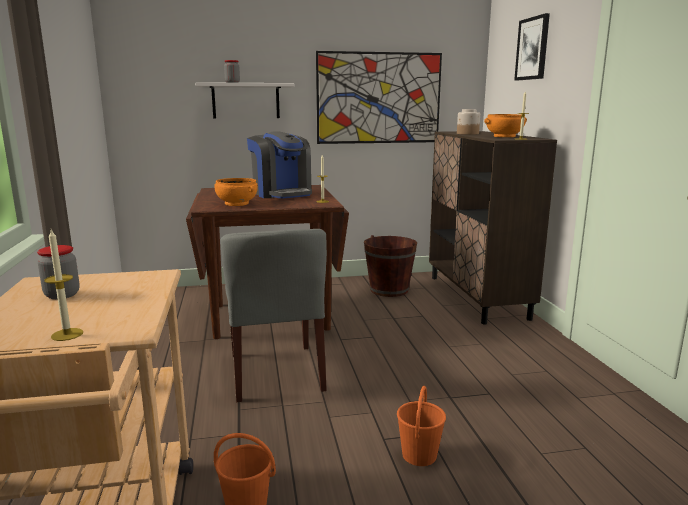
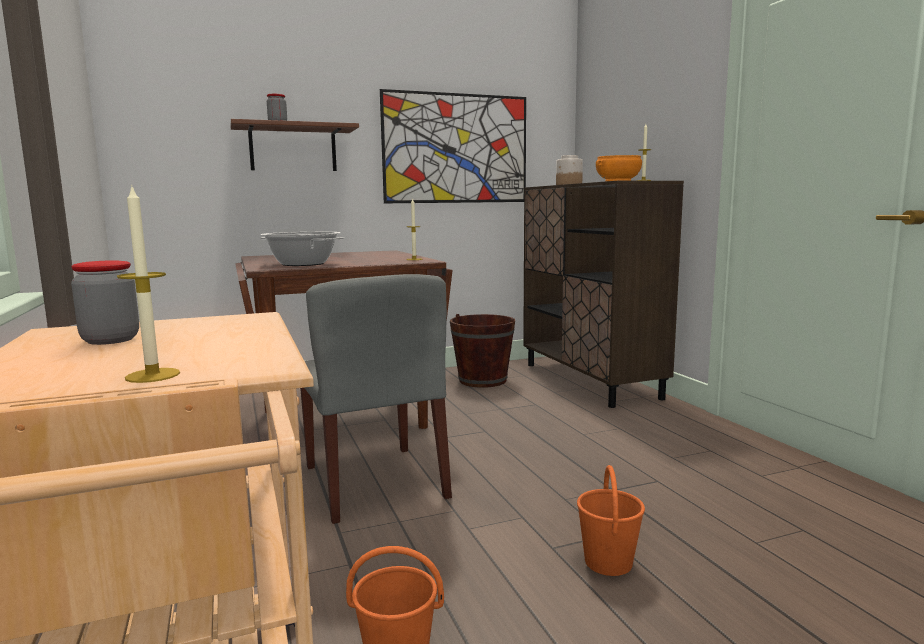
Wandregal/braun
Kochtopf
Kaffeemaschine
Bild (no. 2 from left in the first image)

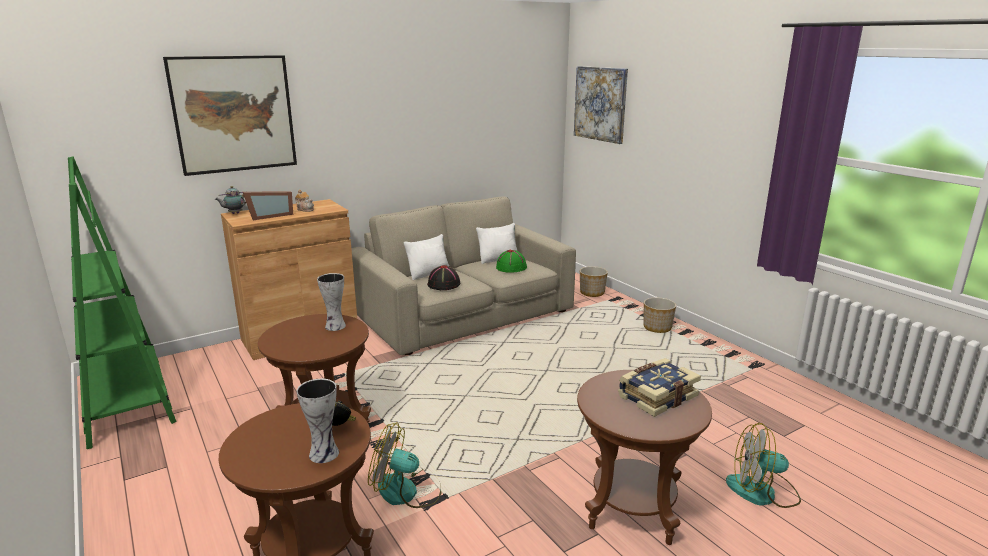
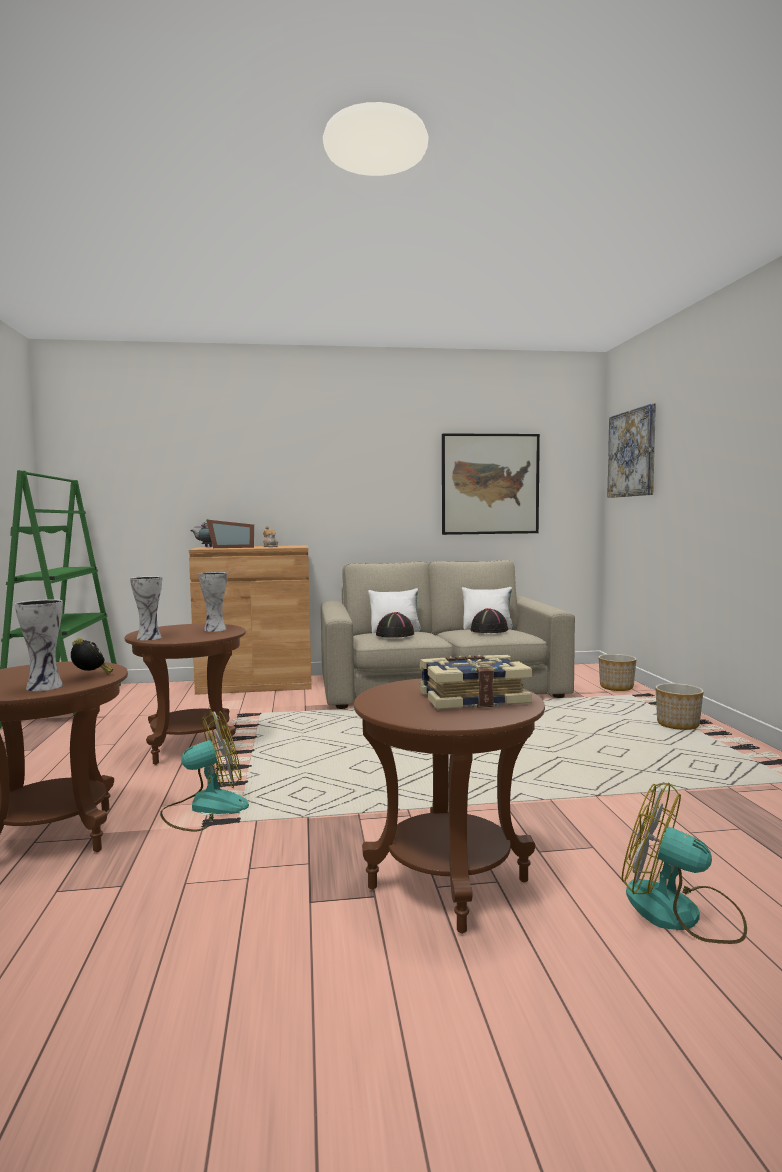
Vase (no. 2 from left)
Ventilator (no. 1 from left)
Bild (no. 1 from left)
Hut/schwarz (no. 2 from left)

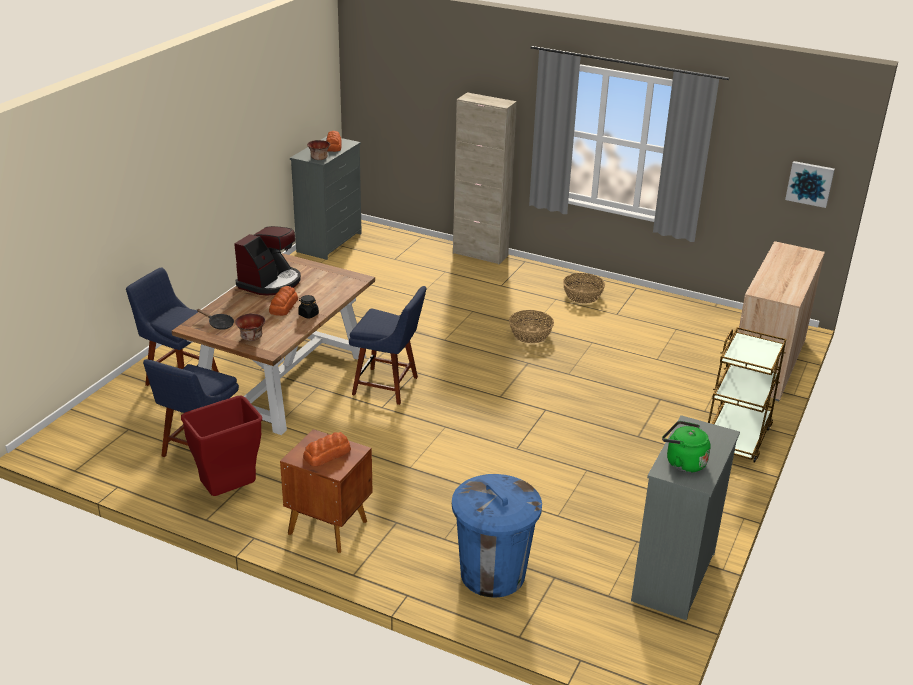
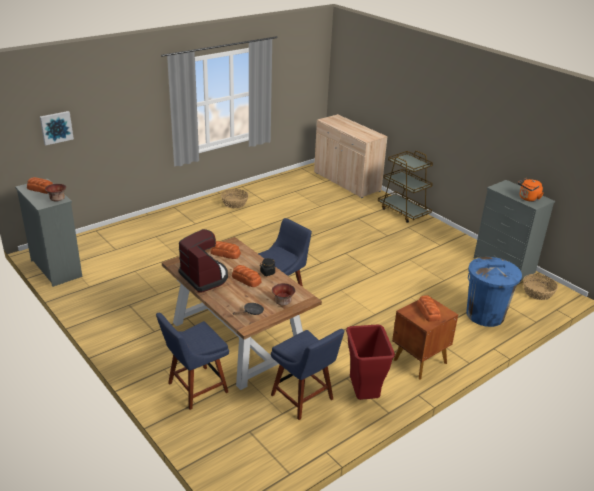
Bild
Brot (no. 2 from left)
Wasserkessel/orange
Korb (no. 2 from left)
Schrank/beige (no. 1 from left in the first image)

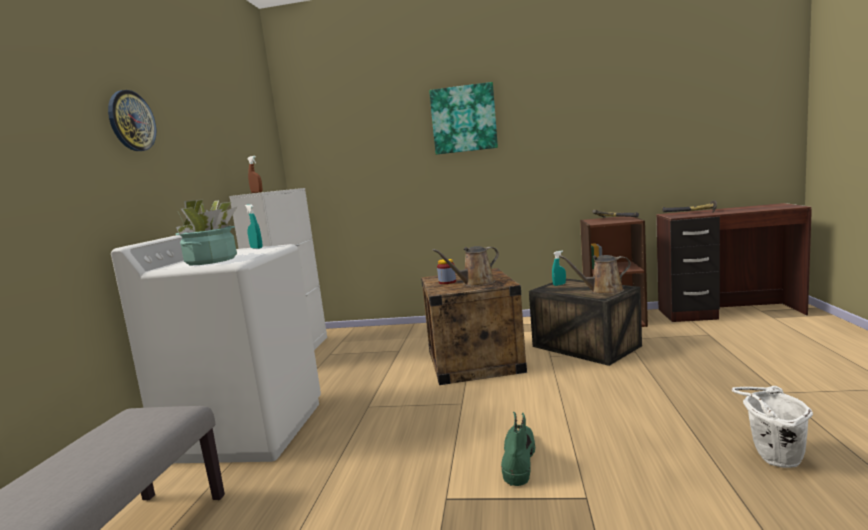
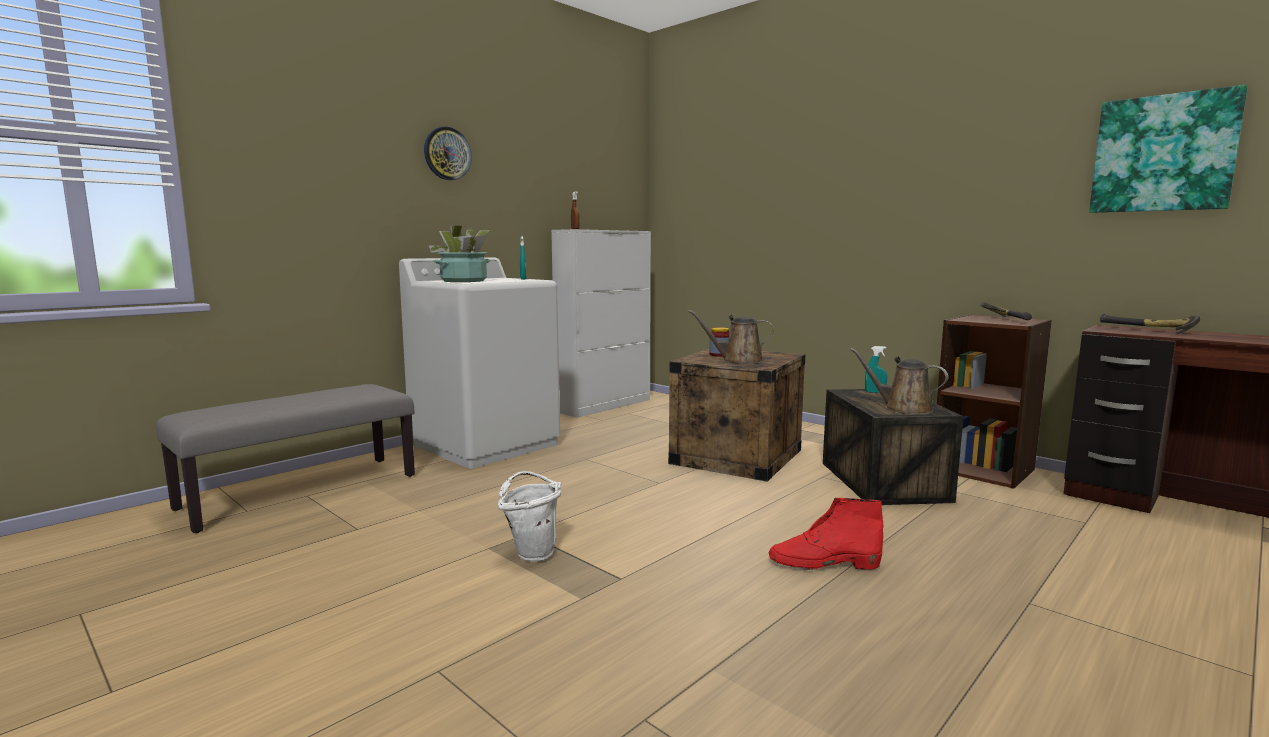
Eimer/weiß
Stiefel/rot
Bild
Stiefel/grün

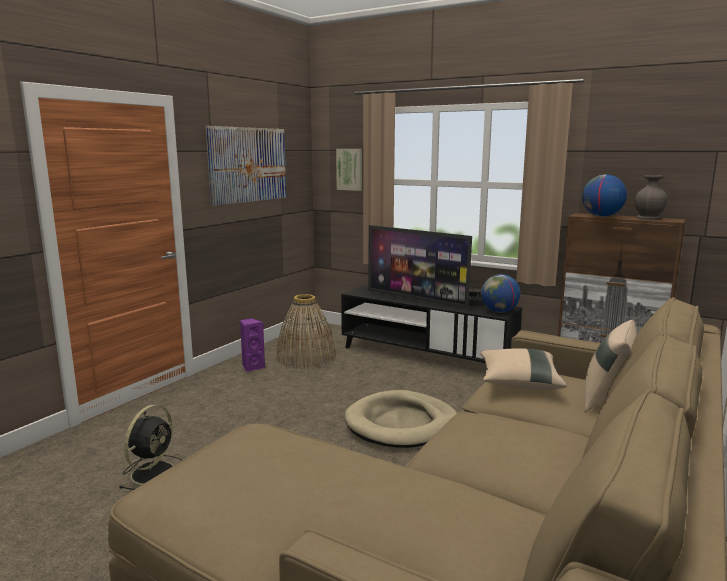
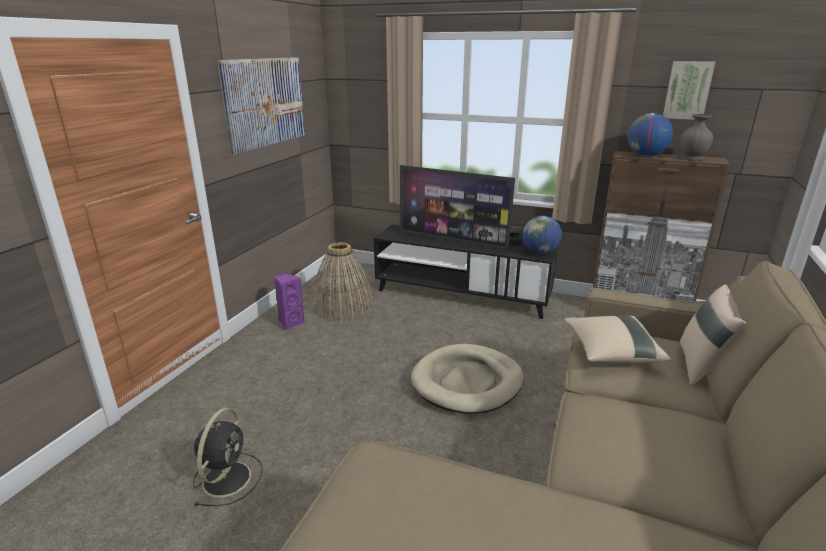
Bild (no. 2 from left)

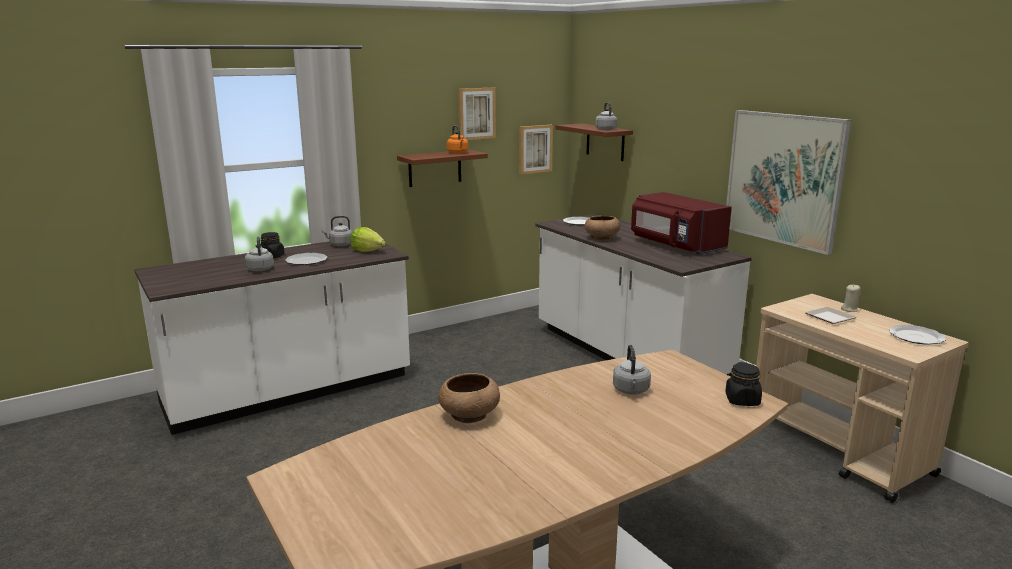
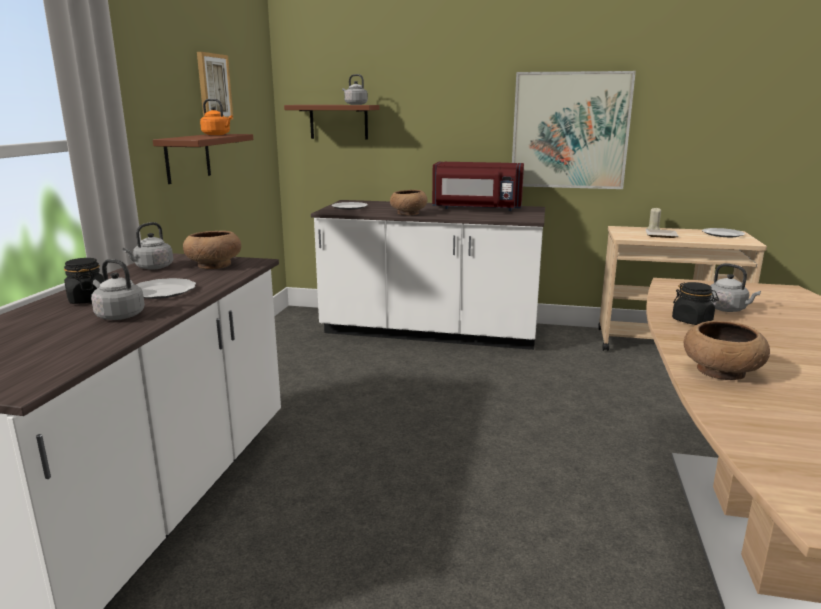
Schüssel/braun (no. 1 from left)
Vorratsglas/schwarz (no. 2 from left)
Bild (no. 2 from left in the first image)

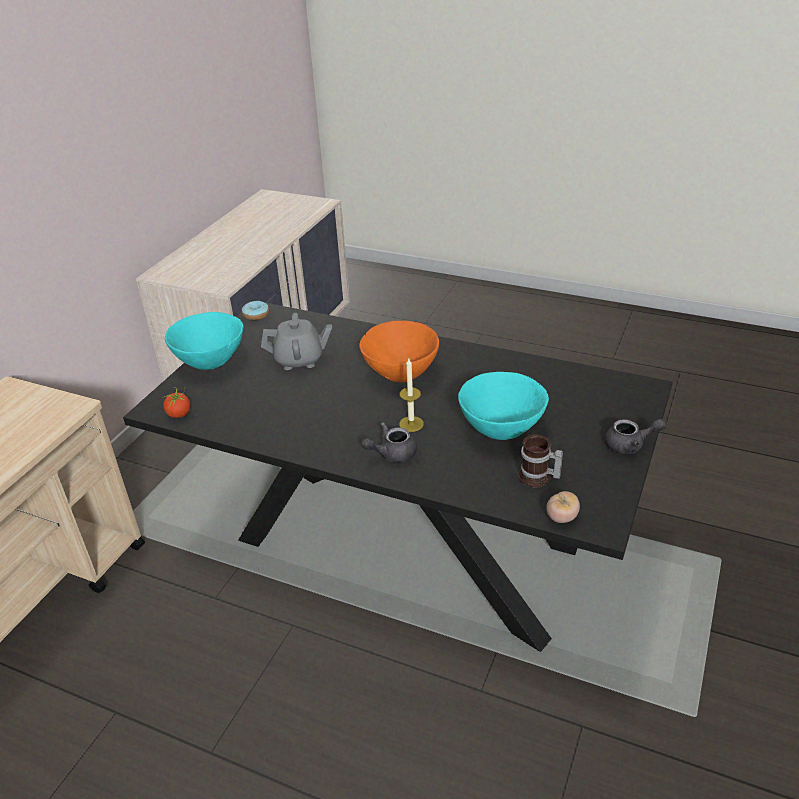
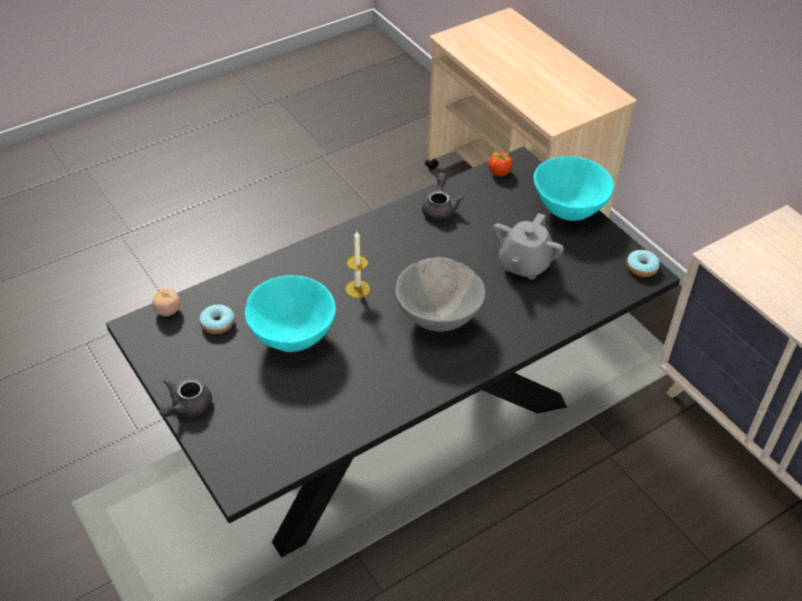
Donut (no. 1 from left)
Schüssel/grau
Teekanne/grau (no. 2 from left)

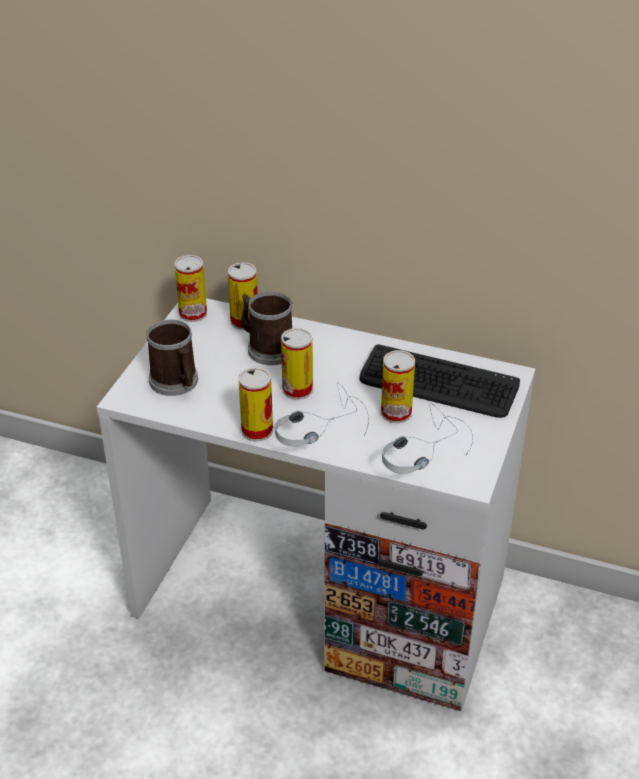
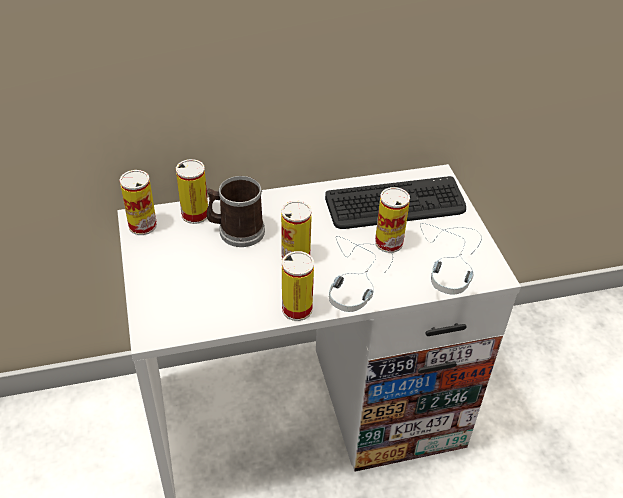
Henkelbecher (no. 1 from left in the first image)

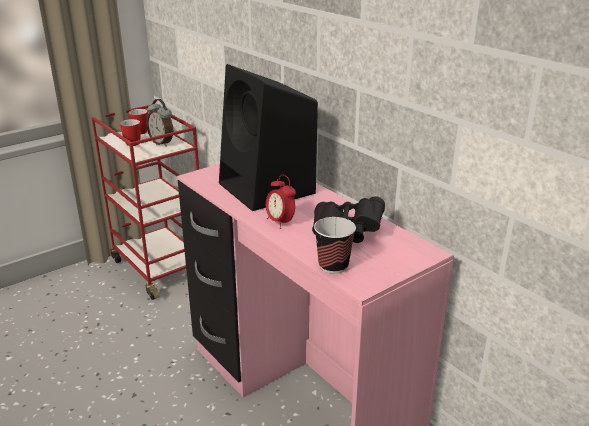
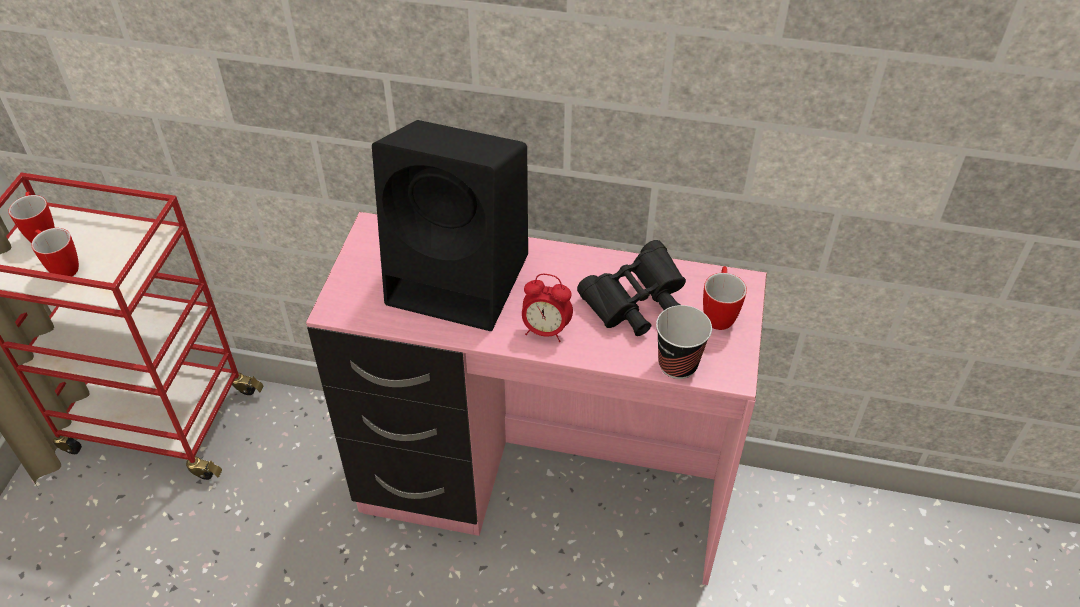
Henkelbecher (no. 3 from left)
Wecker (no. 1 from left in the first image)

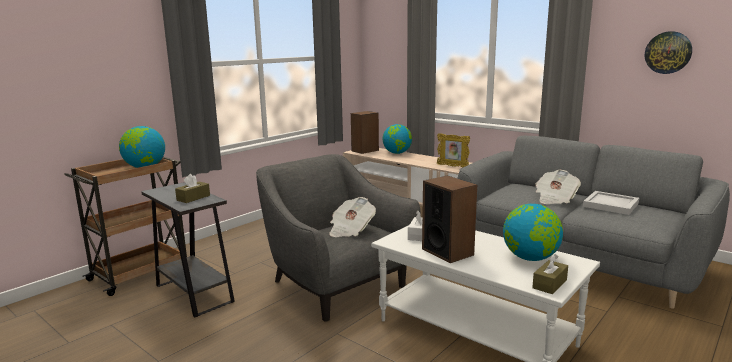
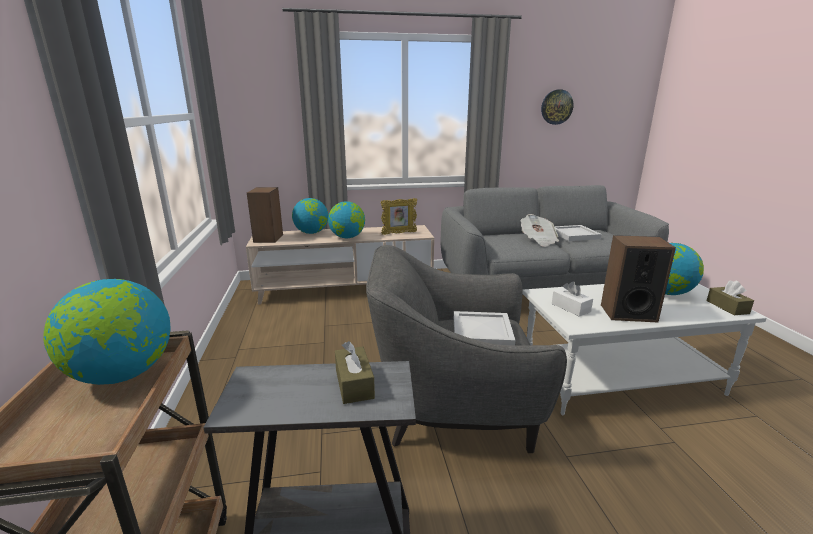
Globus (no. 3 from left)
Tablett/weiß (no. 1 from left)

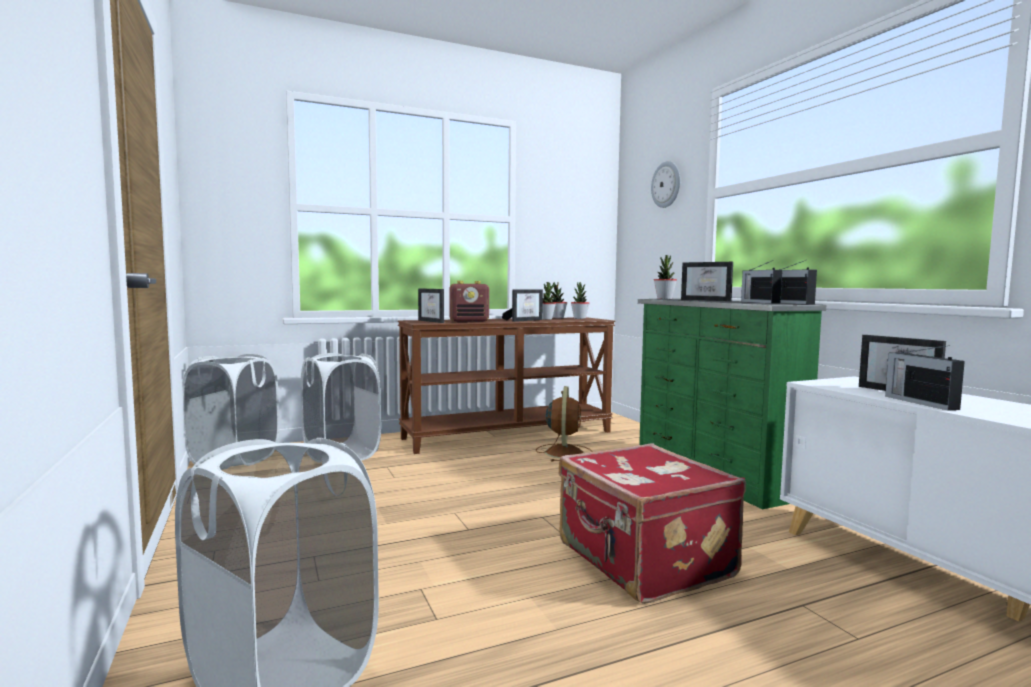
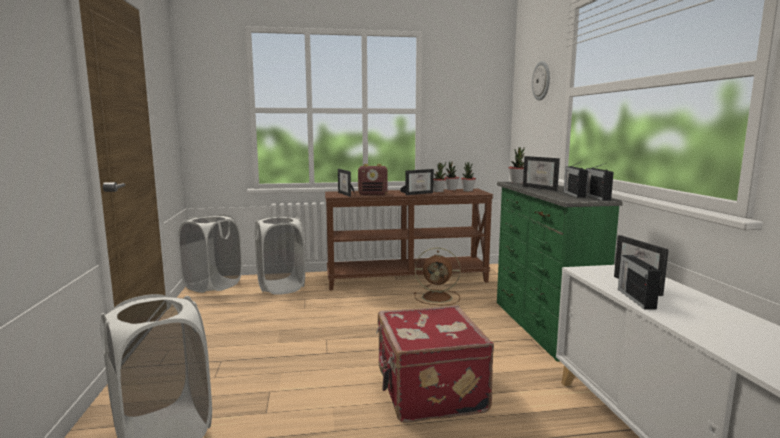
Ventilator/braun

